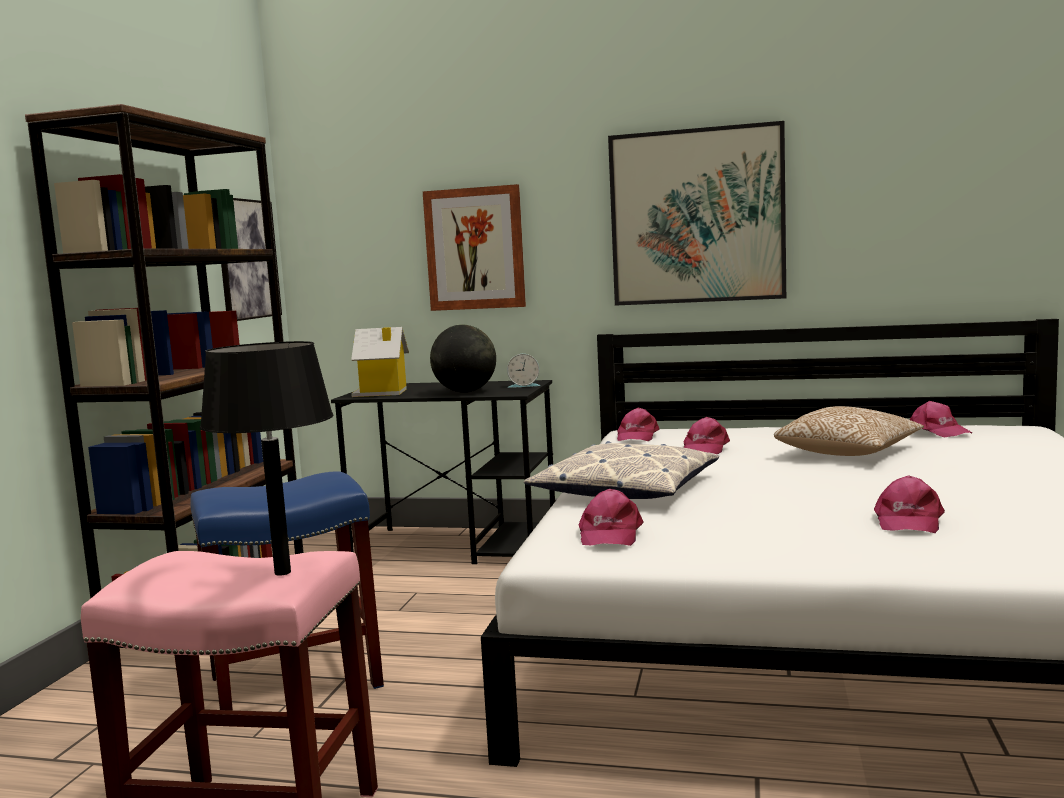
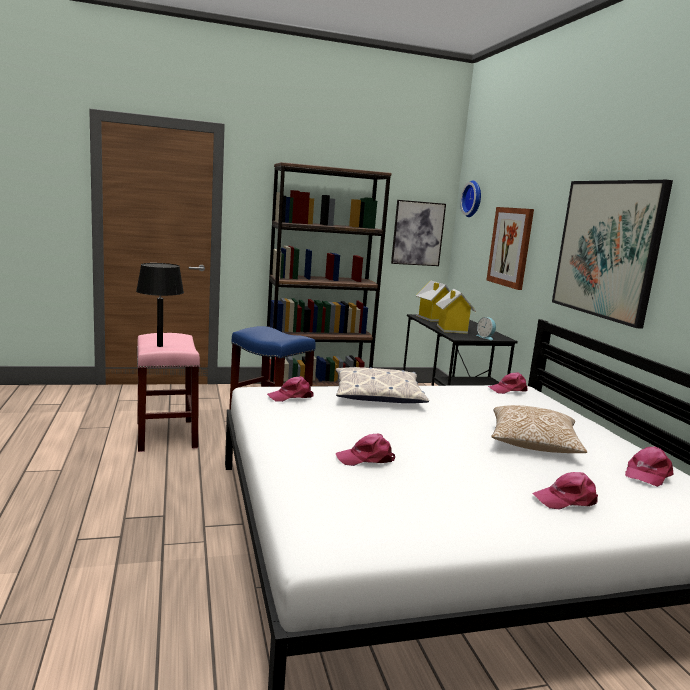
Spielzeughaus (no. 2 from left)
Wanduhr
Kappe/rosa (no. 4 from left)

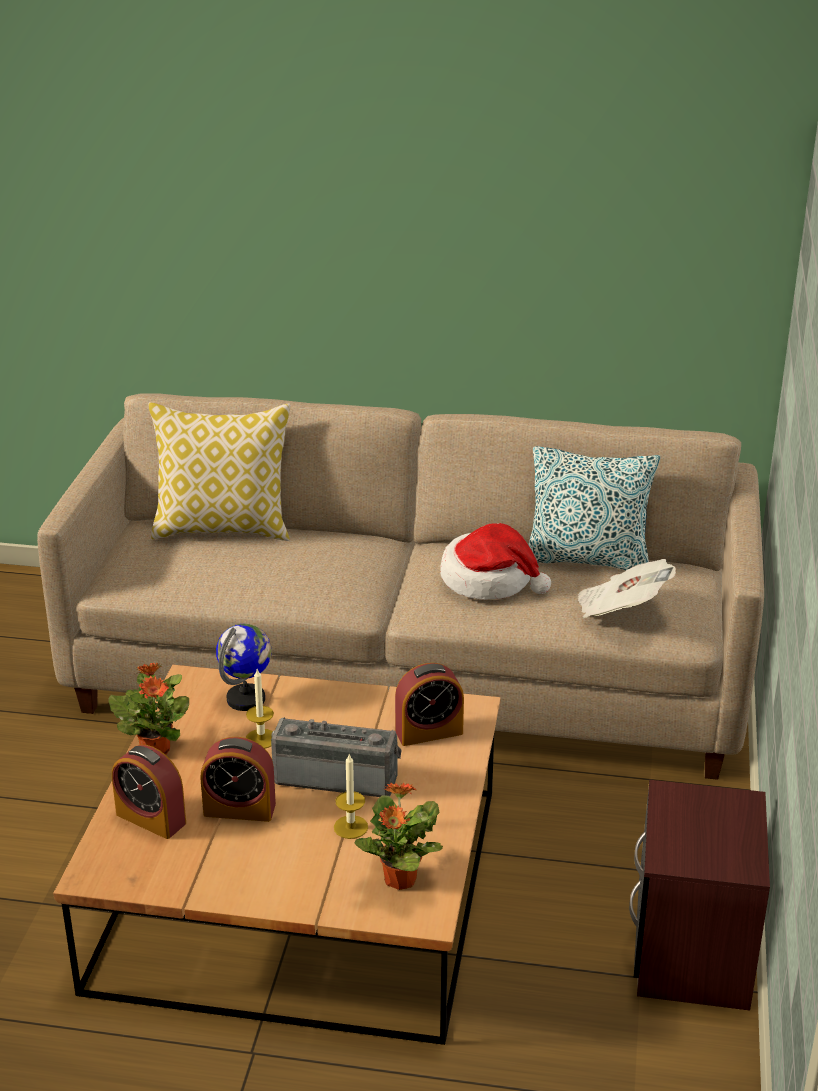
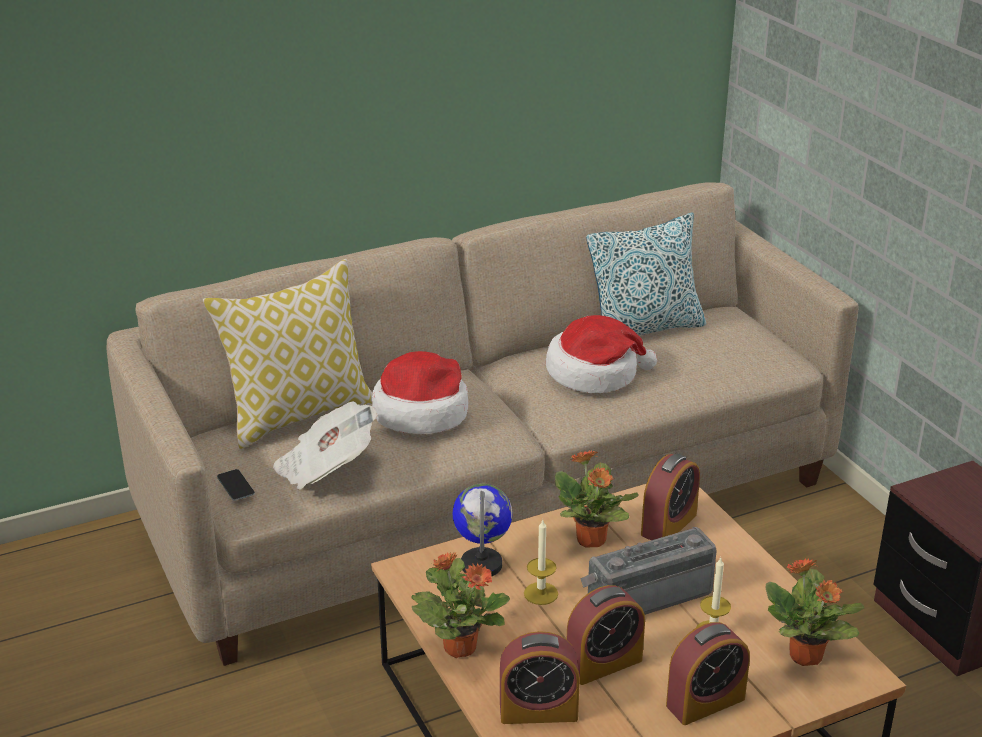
Handy
Zeitung
Hut (no. 1 from left)
Topfpflanze (no. 2 from left)
Wecker (no. 4 from left)

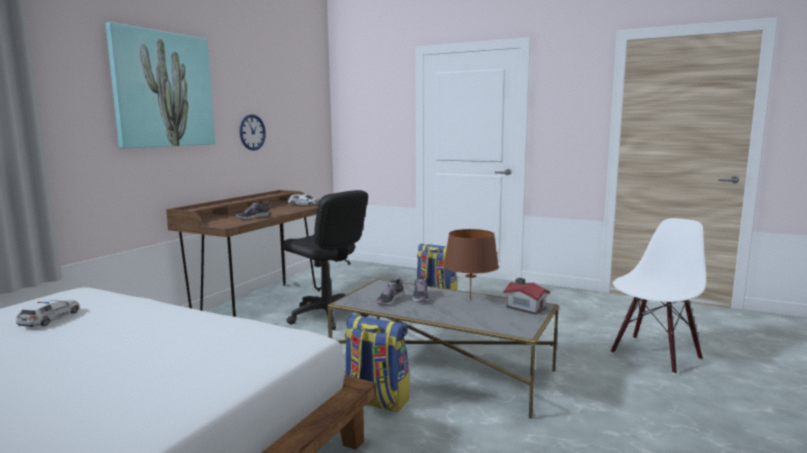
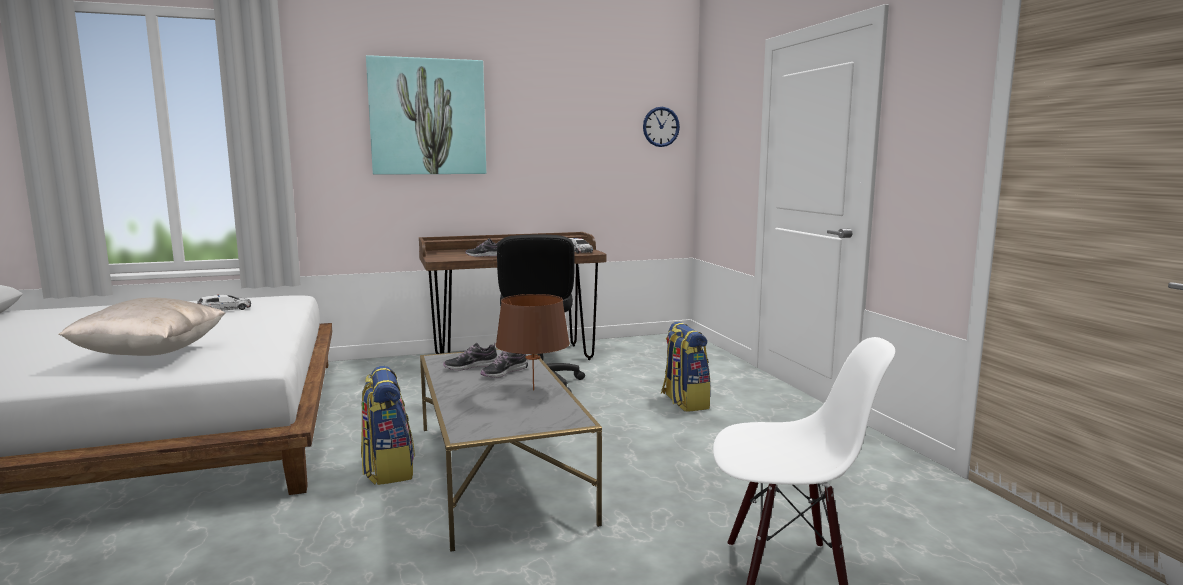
Kissen/beige
Wanduhr
Spielzeughaus

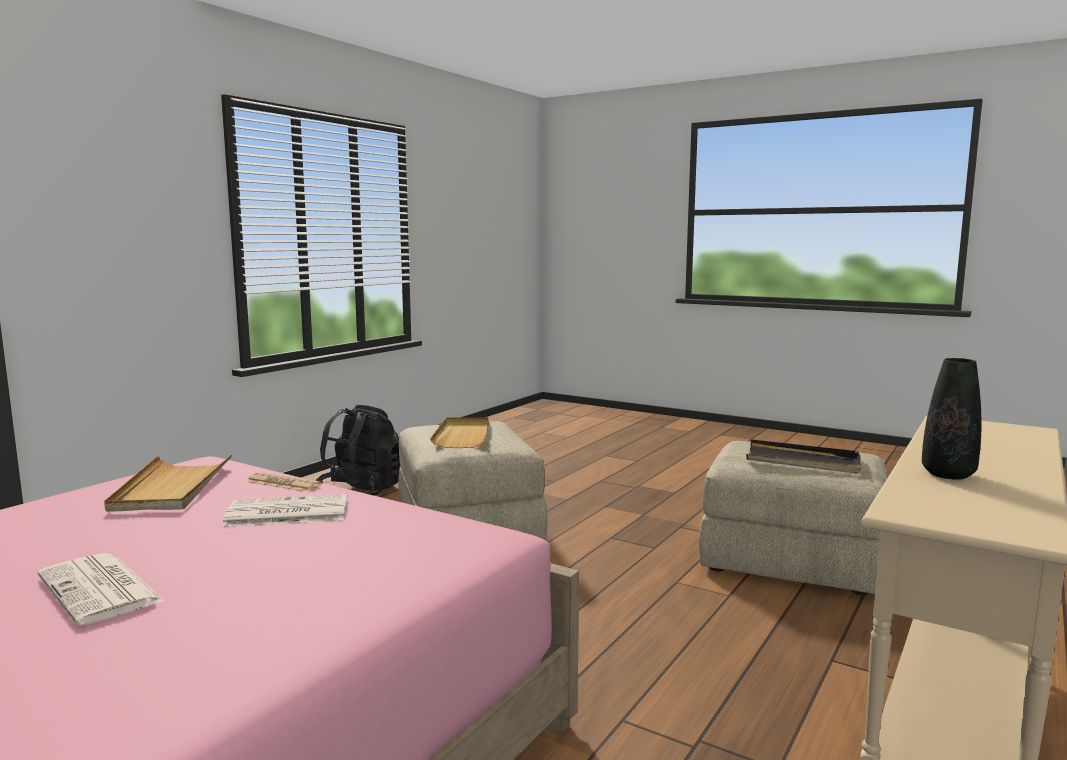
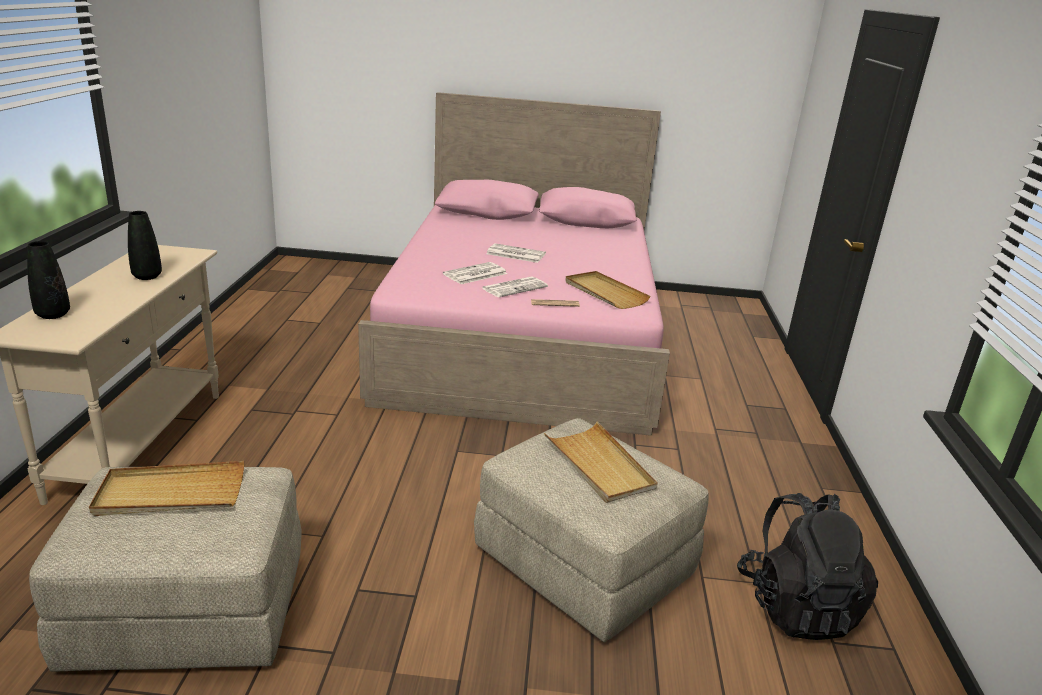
Vase/schwarz (no. 1 from left)
Tablett/beige (no. 1 from left)
Zeitung (no. 1 from left)

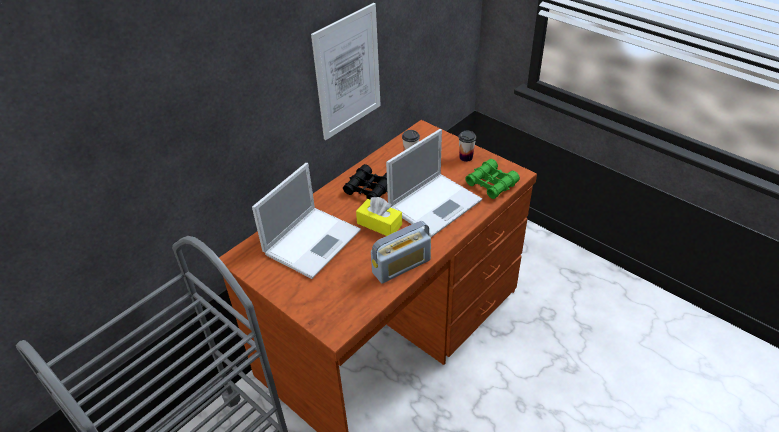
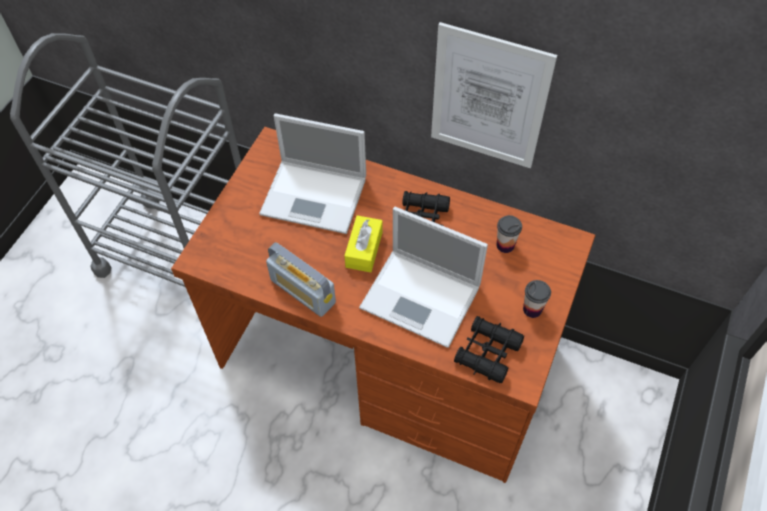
Fernglas/schwarz (no. 2 from left)

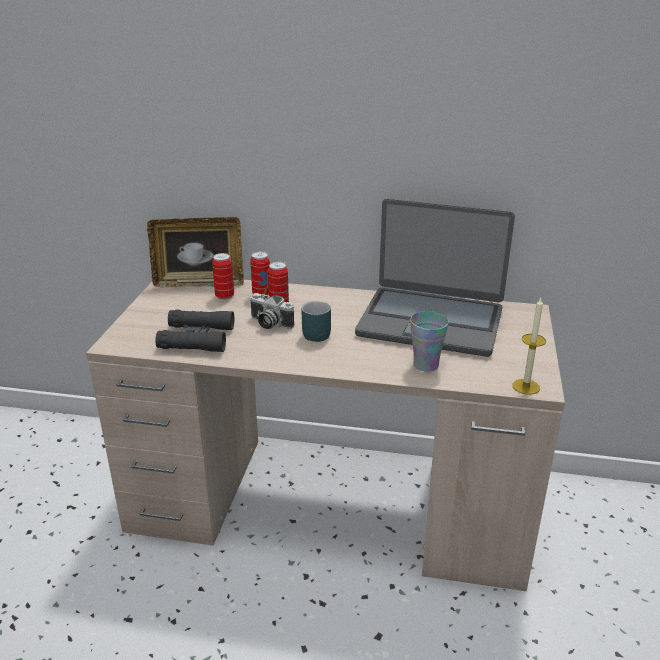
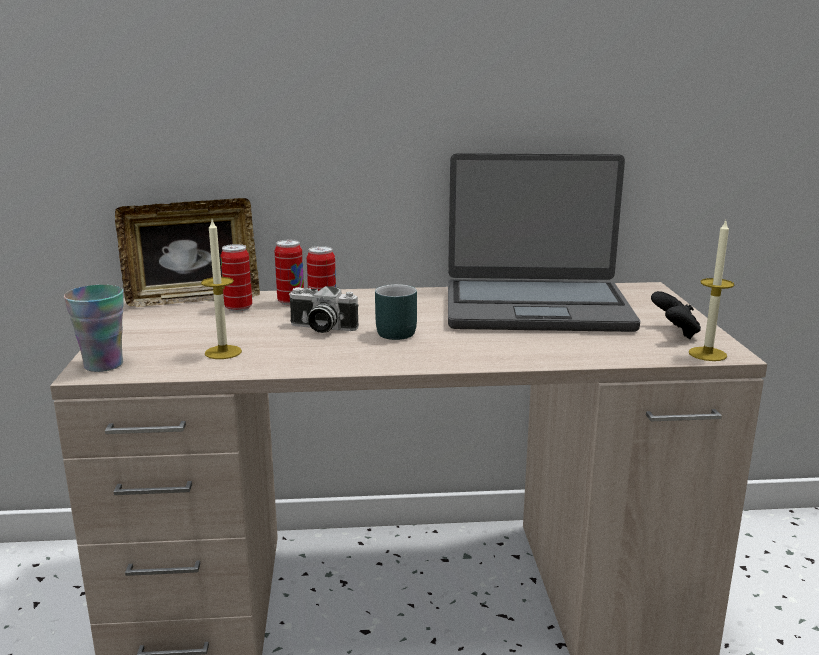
Tasse
Kerze (no. 1 from left)
Gamepad/schwarz

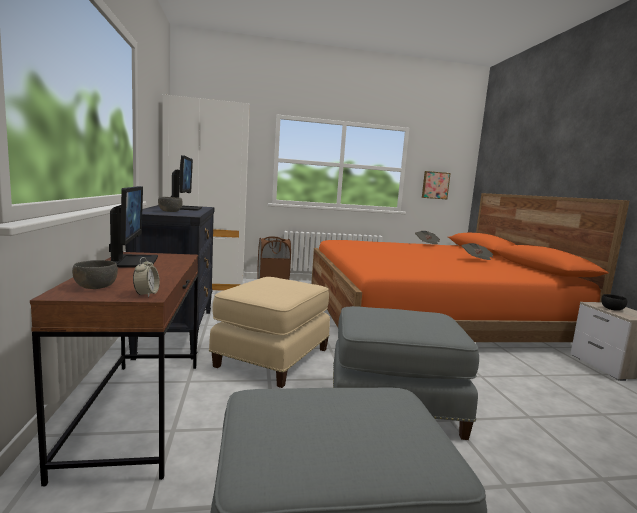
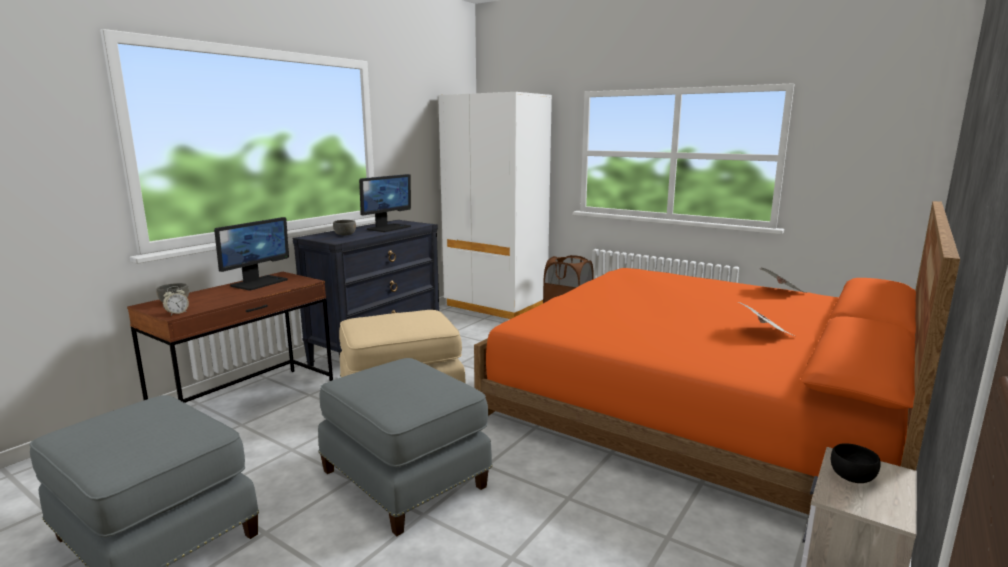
Bild

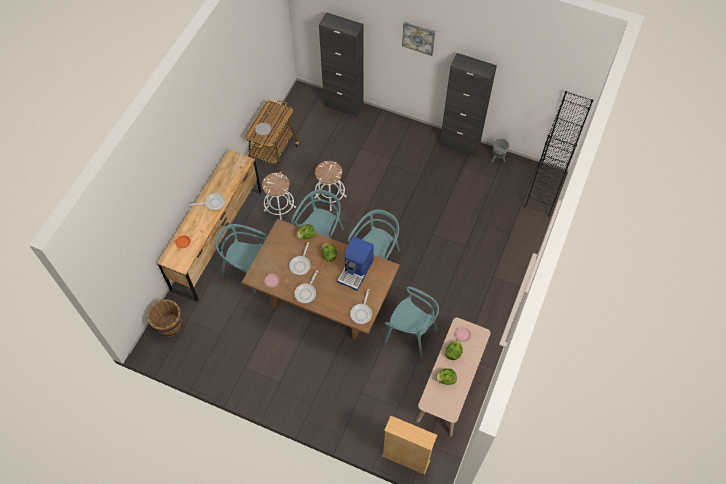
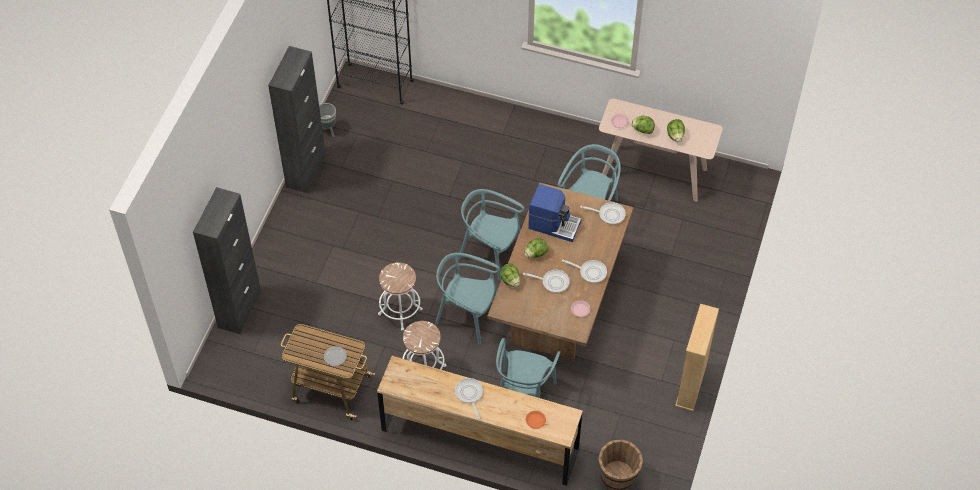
Bücherregal/beige
Bild

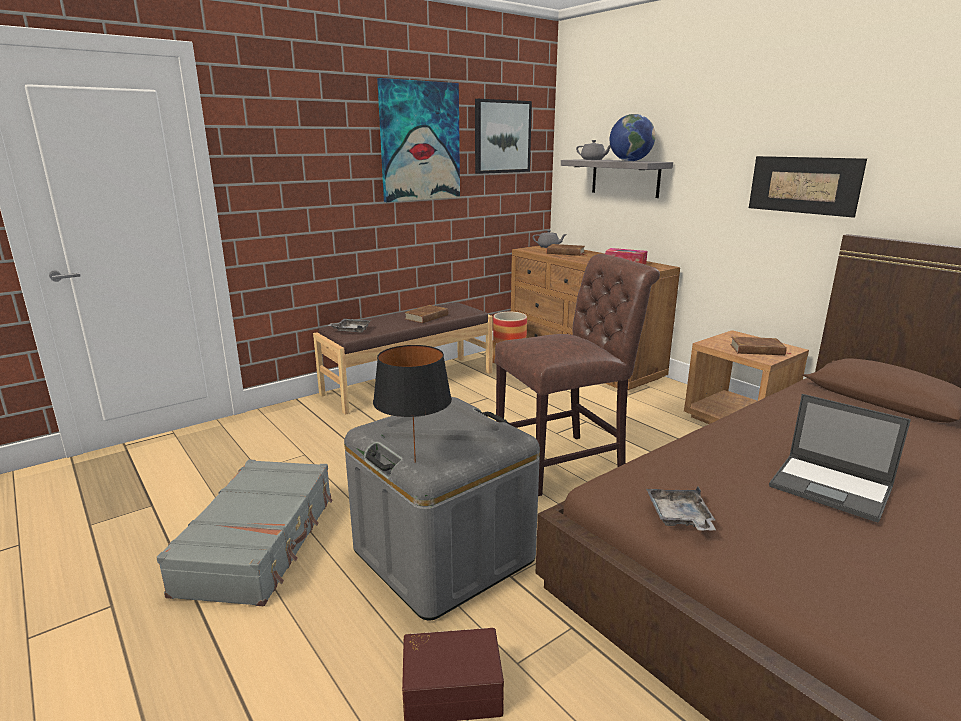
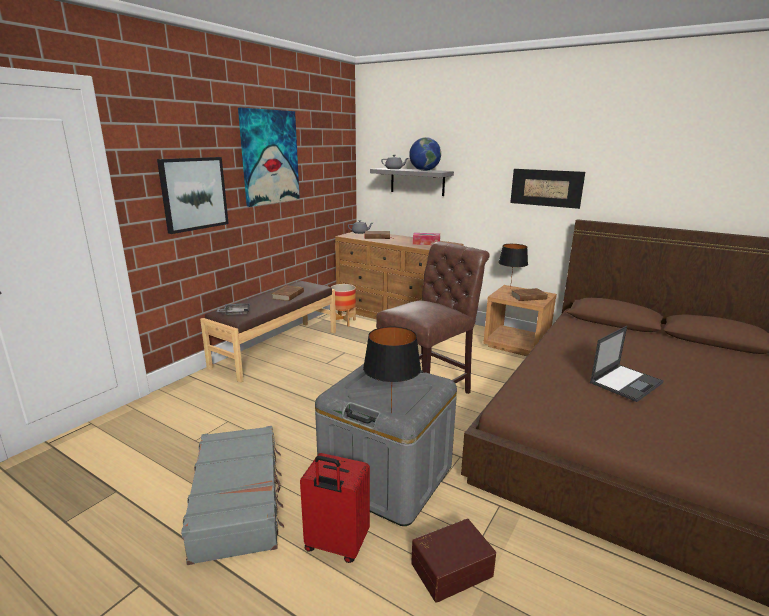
Bild (no. 1 from left)
Koffer/rot
Tischlampe/schwarz (no. 2 from left)
Laptop
Tablett/grau (no. 2 from left in the first image)

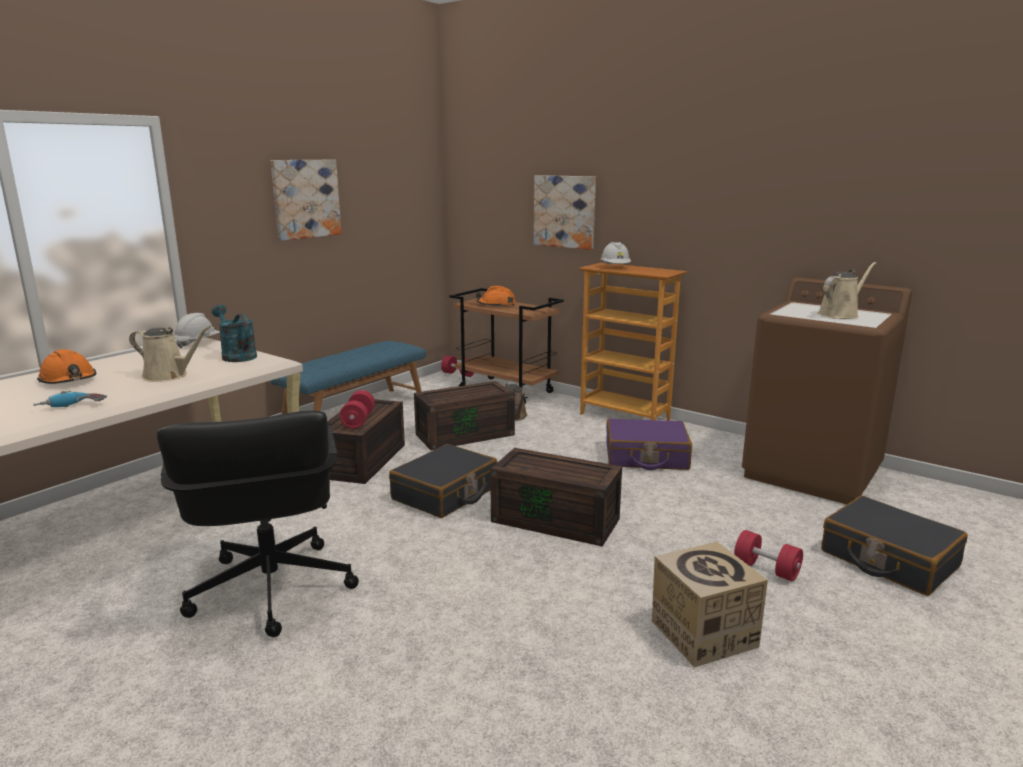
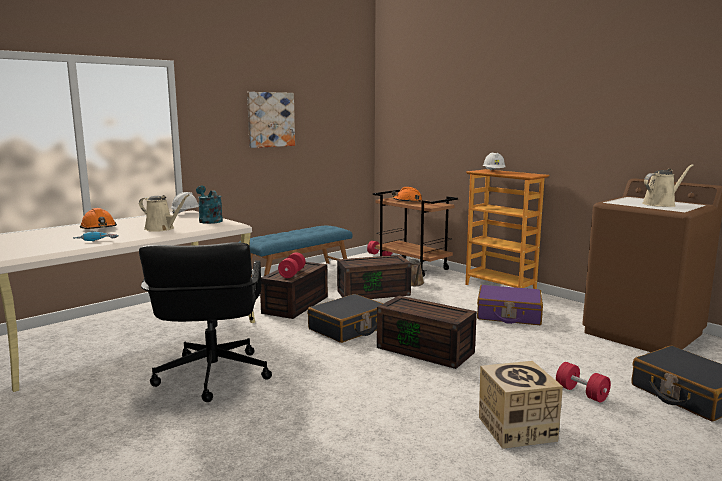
Bild (no. 2 from left in the first image)

